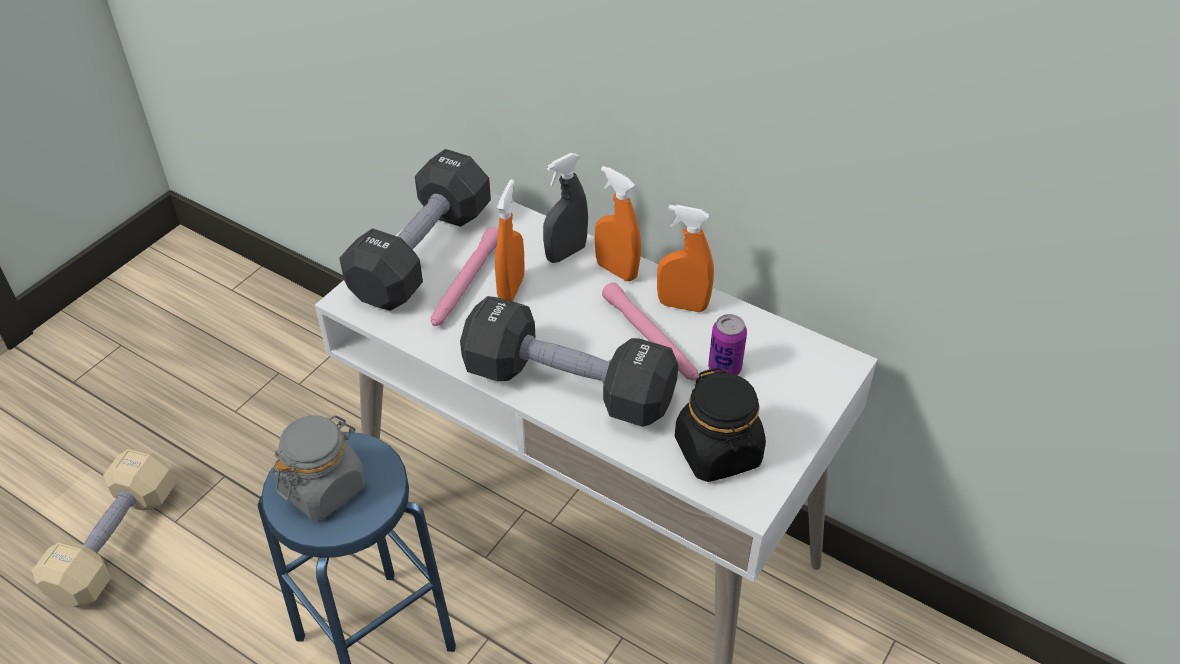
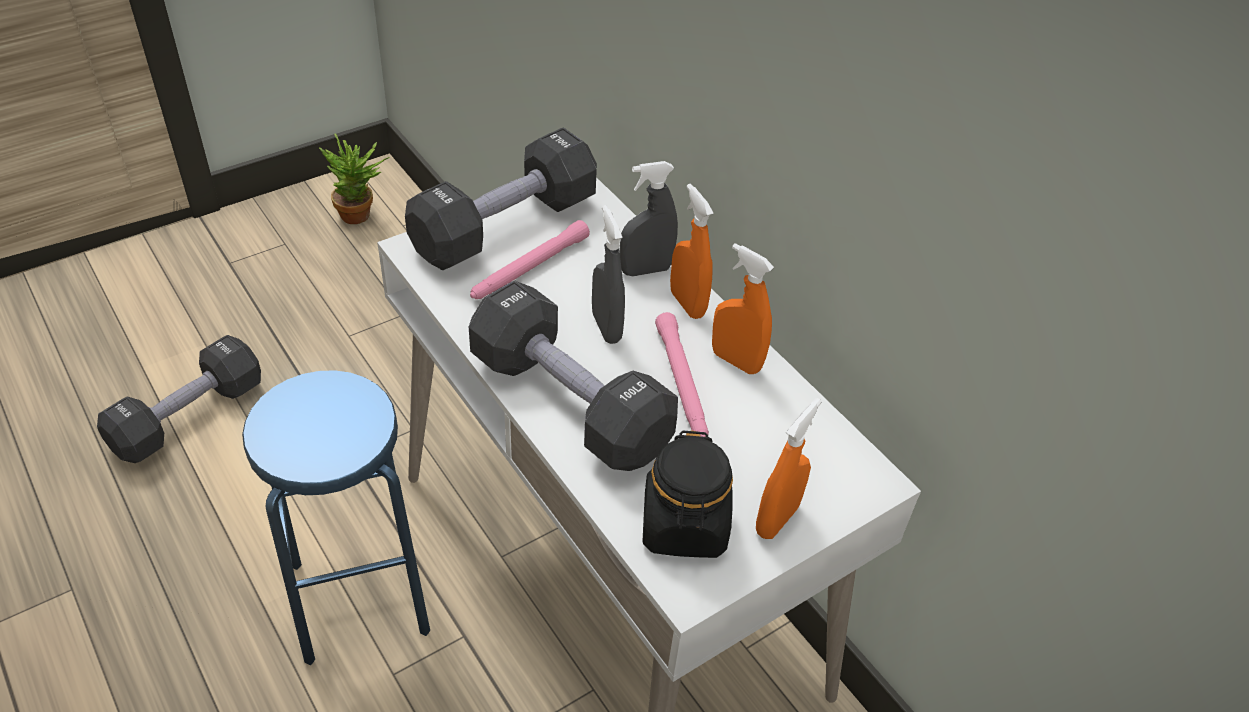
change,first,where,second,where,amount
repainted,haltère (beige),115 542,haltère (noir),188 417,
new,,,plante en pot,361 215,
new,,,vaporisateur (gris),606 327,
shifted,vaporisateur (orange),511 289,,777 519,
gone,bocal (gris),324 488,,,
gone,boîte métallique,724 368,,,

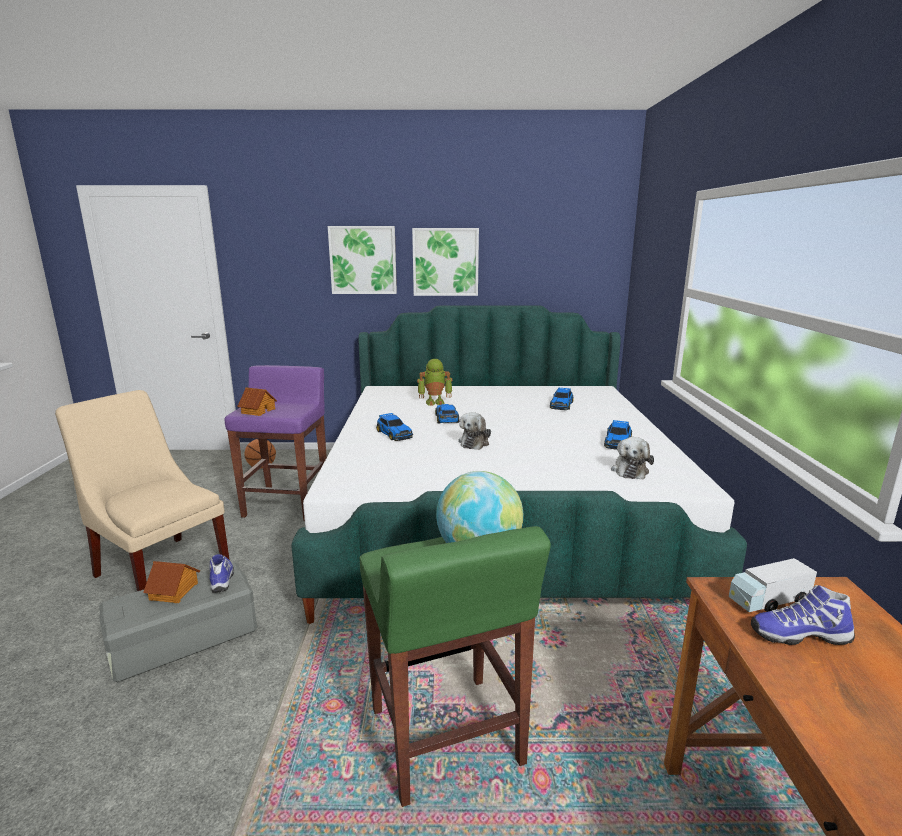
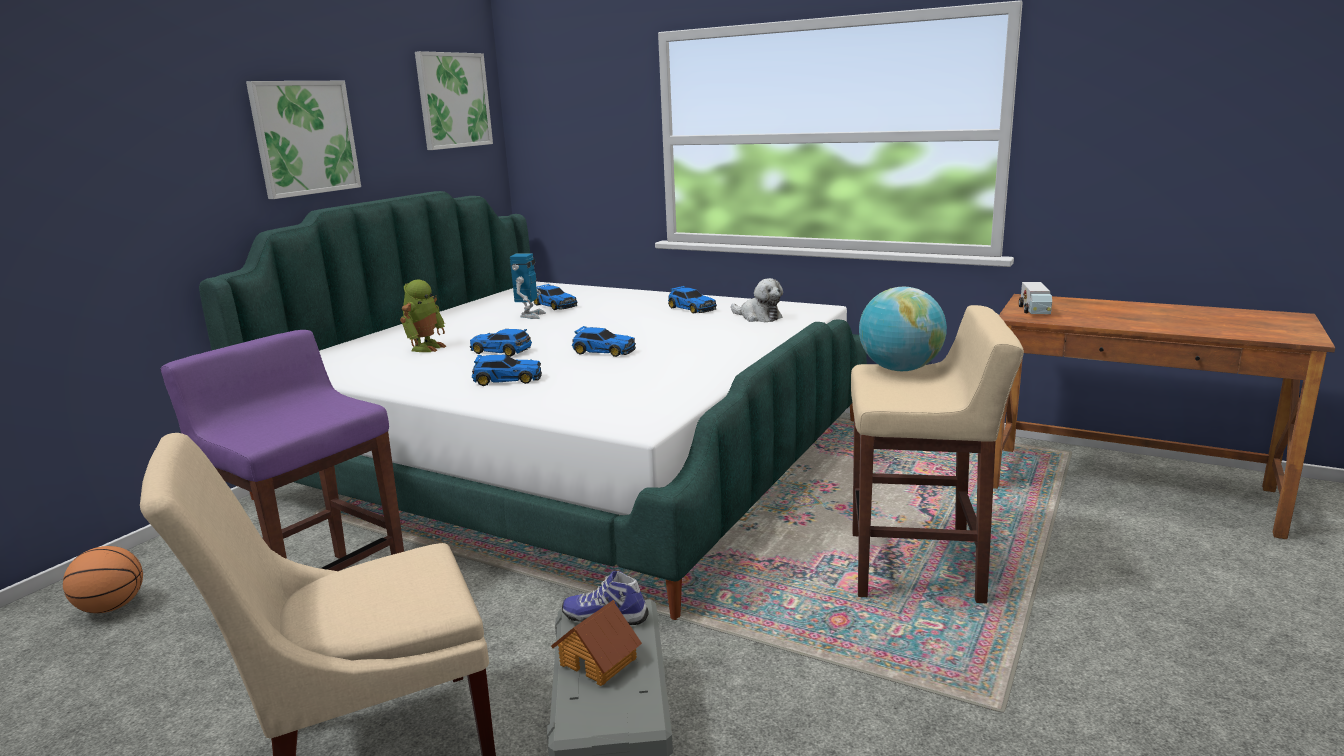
change,first,where,second,where,amount
shifted,tableau,363 260,,453 100,
new,,,robot jouet,530 316,
swapped,peluche,475 442,petite voiture,603 351,
repainted,tabouret (vert),446 738,tabouret (beige),917 567,
gone,maison miniature,258 411,,,
gone,chaussure,798 634,,,

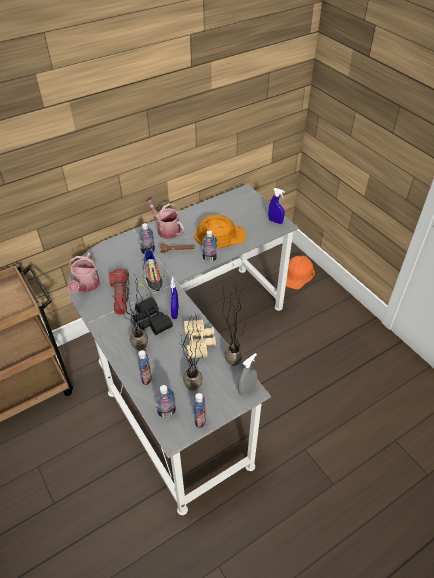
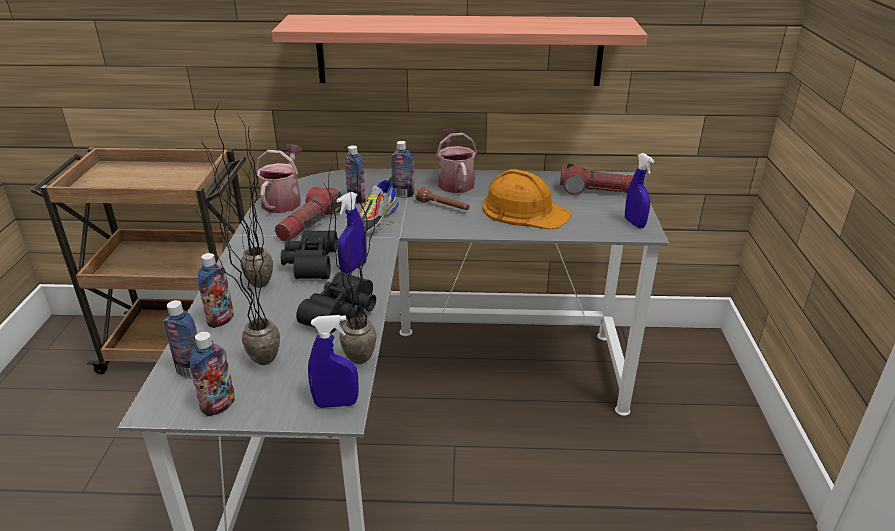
change,first,where,second,where,amount
rotated,arrosoir,86 286,,284 201,150 degrees clockwise
new,,,étagère,459 50,
repainted,jumelles (beige),200 342,jumelles (noir),344 313,
repainted,vaporisateur (gris),247 389,vaporisateur (bleu),336 403,
shifted,bouteille,209 258,,356 200,
new,,,lampe de poche,598 191,
gone,casque de chantier (orange),297 274,,,

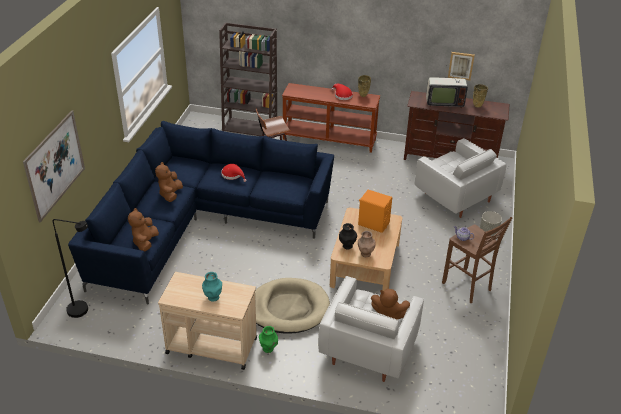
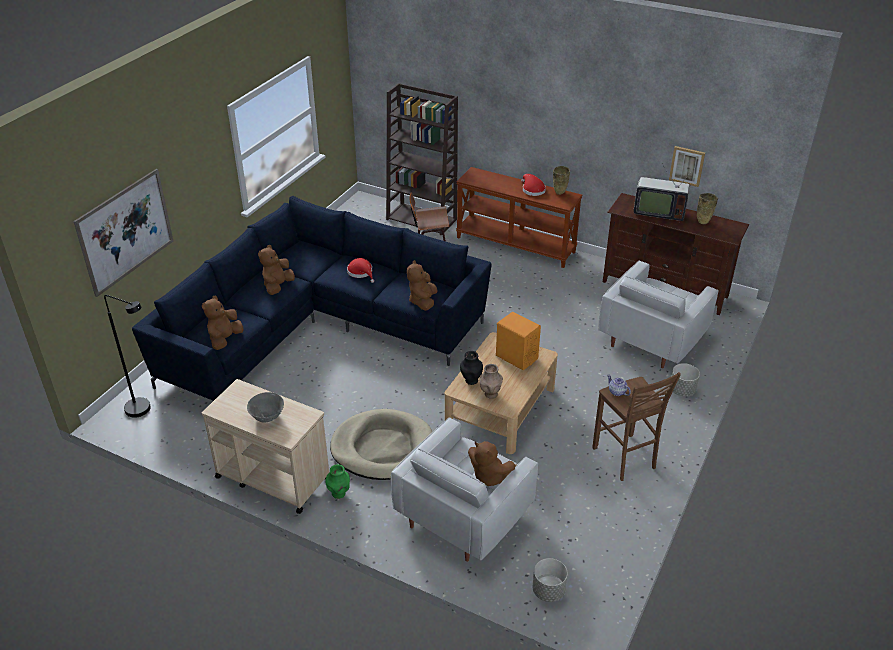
change,first,where,second,where,amount
swapped,vase (turquoise),213 297,bol (gris),267 417,
new,,,peluche (marron),423 301,
new,,,cache-pot (gris),548 591,
rotated,fauteuil (blanc),454 196,,653 338,60 degrees clockwise

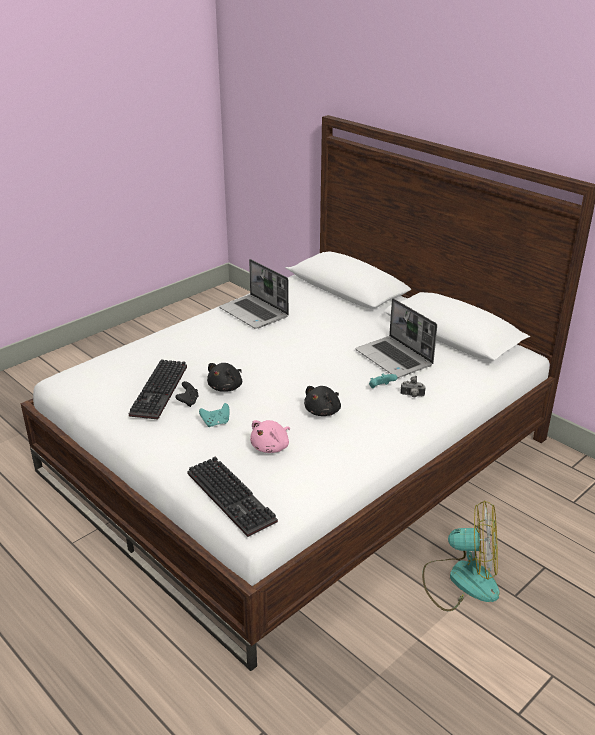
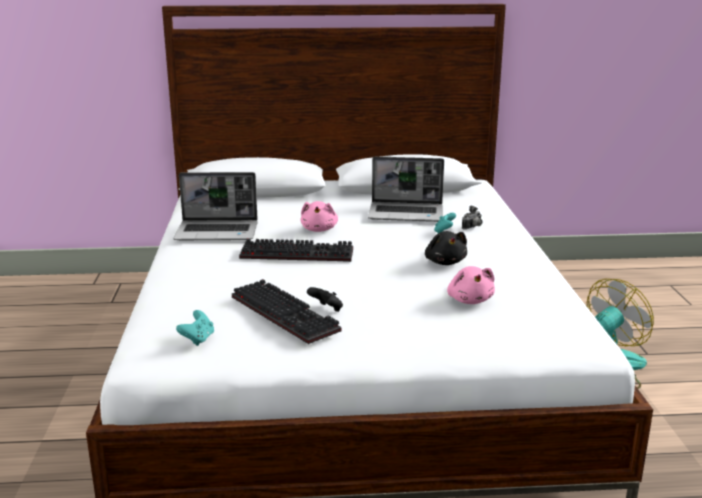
change,first,where,second,where,amount
shifted,manette (turquoise),216 423,,198 339,
shifted,clavier,234 497,,299 253,
new,,,peluche (rose),319 229,
gone,peluche (noir),226 387,,,

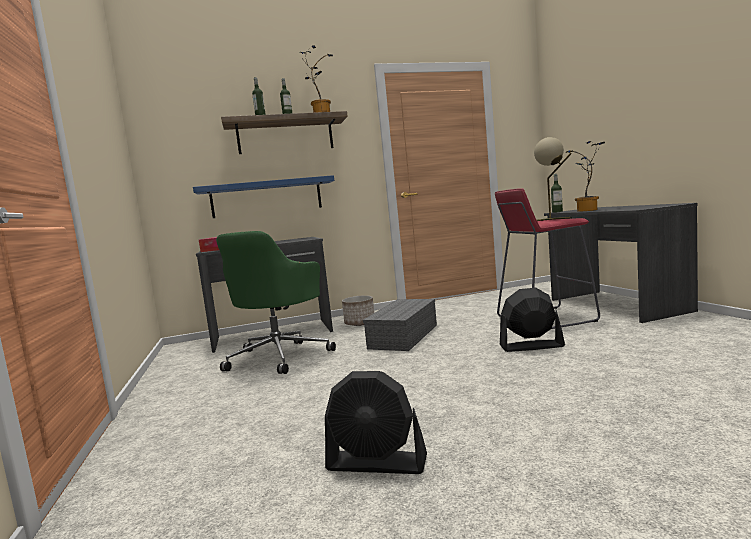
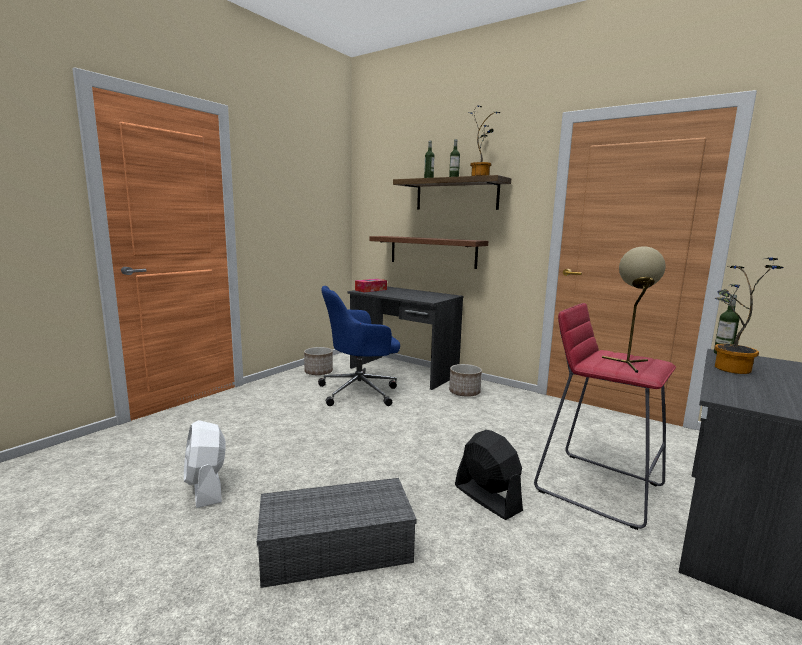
change,first,where,second,where,amount
repainted,ventilateur (noir),377 463,ventilateur (blanc),206 487,
shifted,boîte de rangement (gris),404 336,,334 550,
new,,,cache-pot,319 372,
repainted,chaise de bureau (vert),280 356,chaise de bureau (bleu),360 391,
repainted,étagère (bleu),266 198,étagère (marron),432 251,

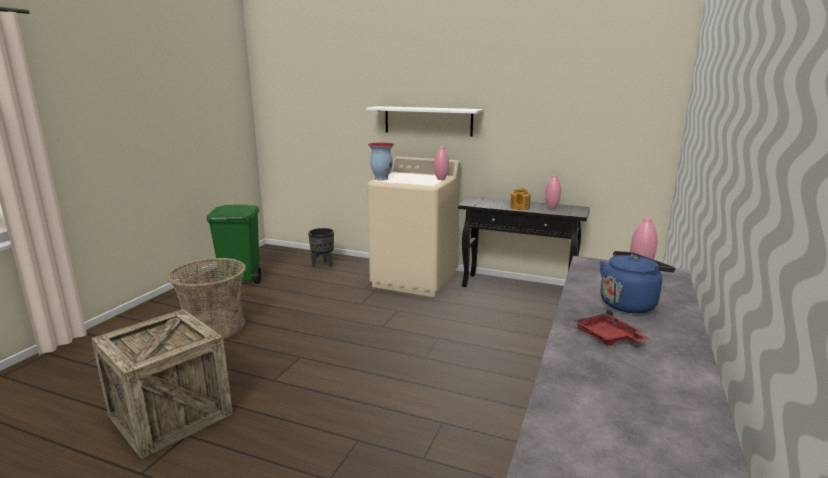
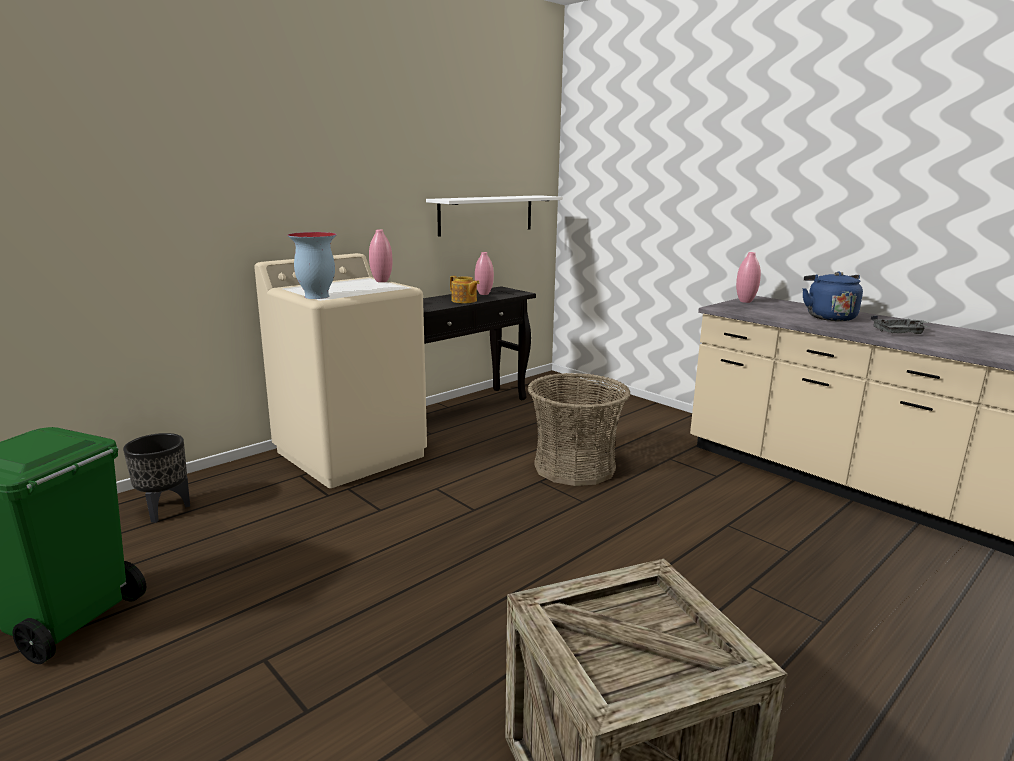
change,first,where,second,where,amount
shifted,étagère (blanc),428 121,,486 214,
shifted,panier,214 327,,575 467,
repainted,plateau (rouge),608 337,plateau (gris),900 332,

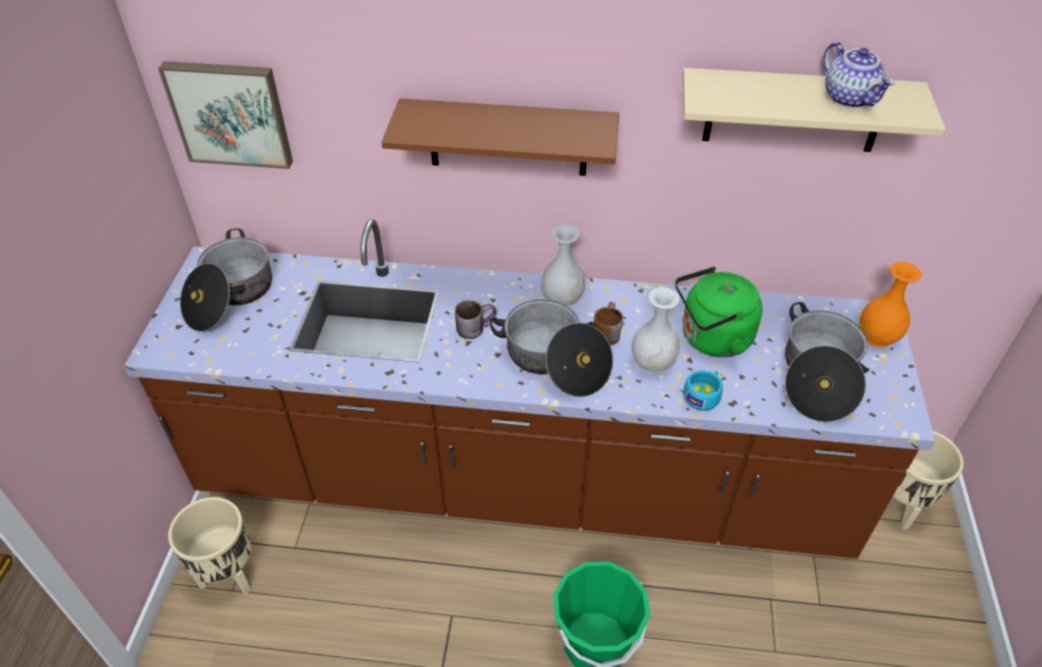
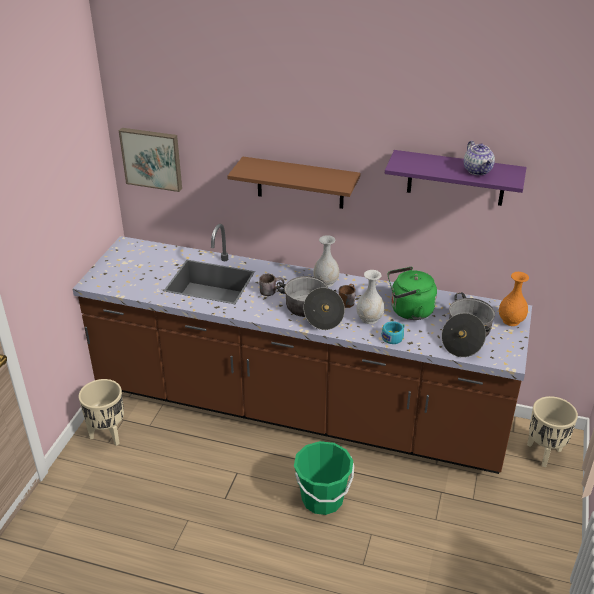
change,first,where,second,where,amount
repainted,étagère (beige),794 110,étagère (violet),456 178,
gone,marmite,230 296,,,

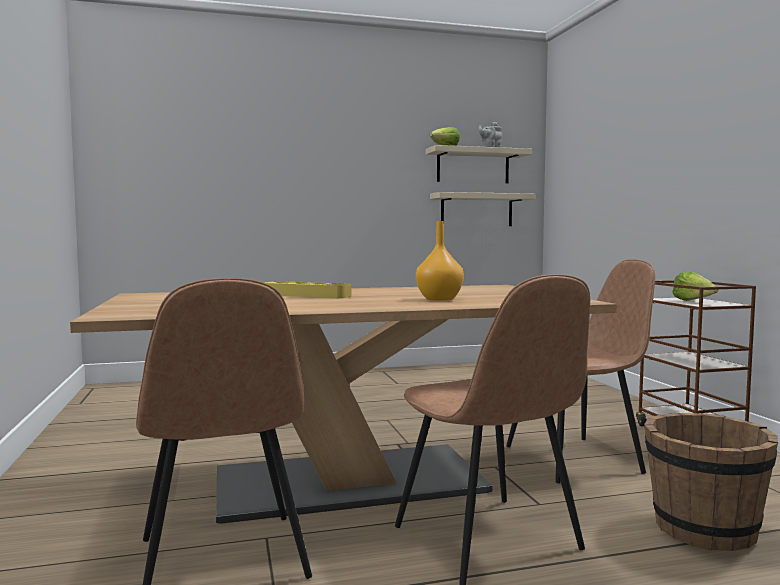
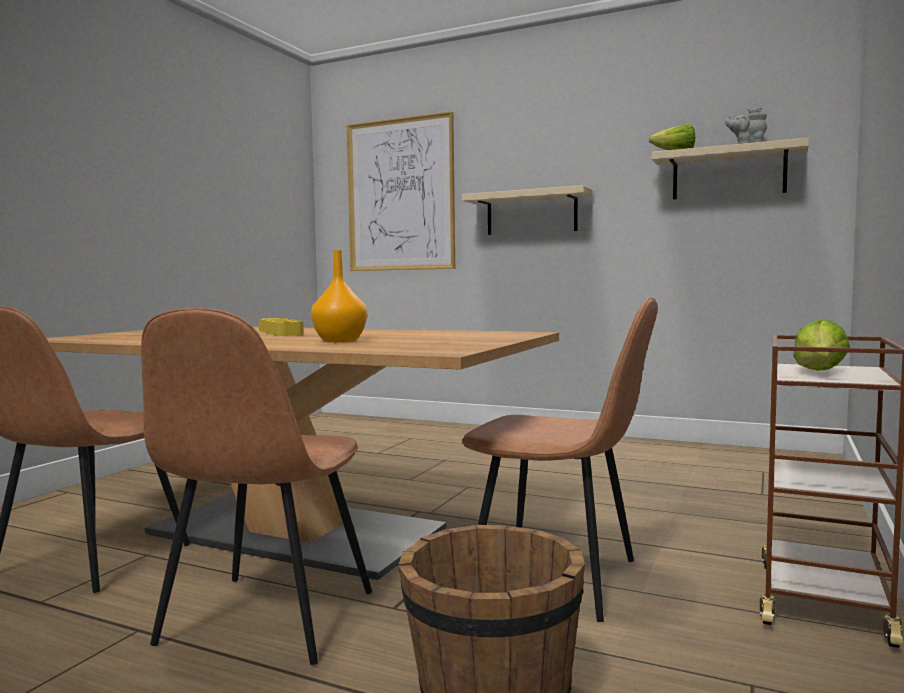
change,first,where,second,where,amount
new,,,tableau,400 195,
shifted,étagère (beige),476 210,,531 213,

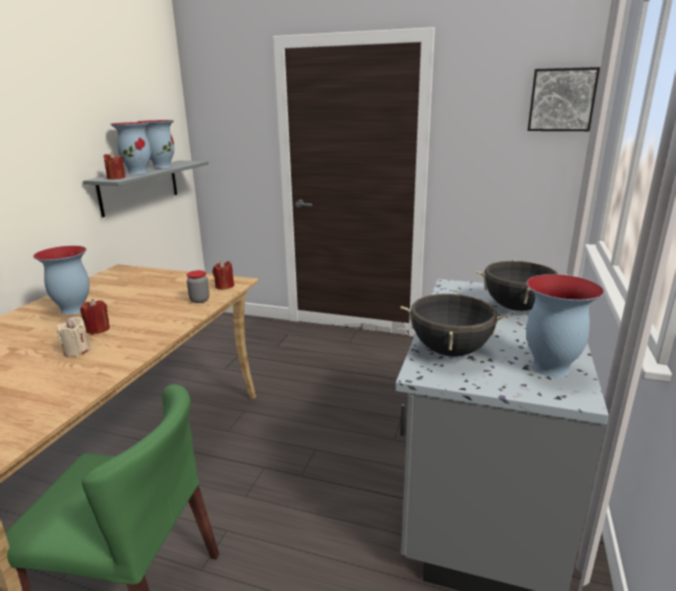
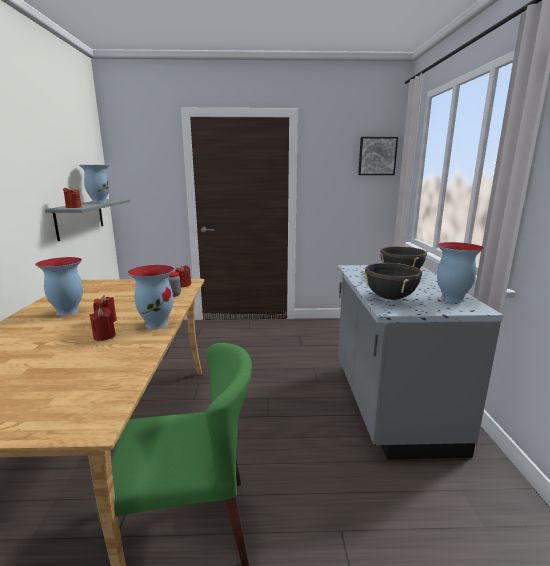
change,first,where,second,where,amount
repainted,bougie (beige),77 351,bougie (rouge),104 336,
shifted,vase,138 173,,157 324,

